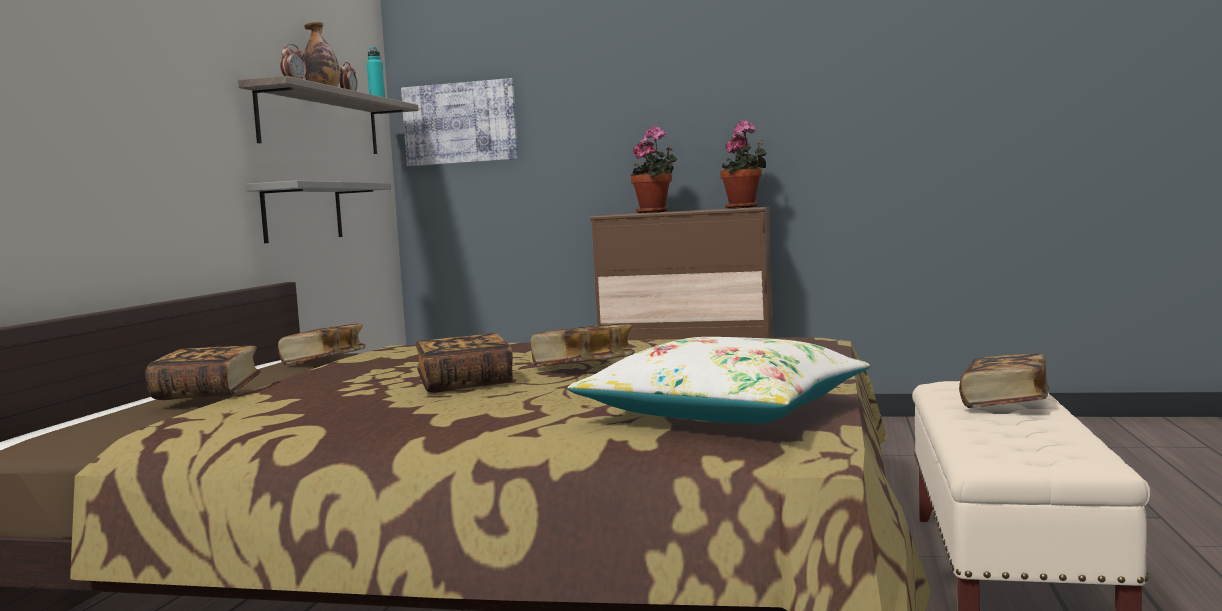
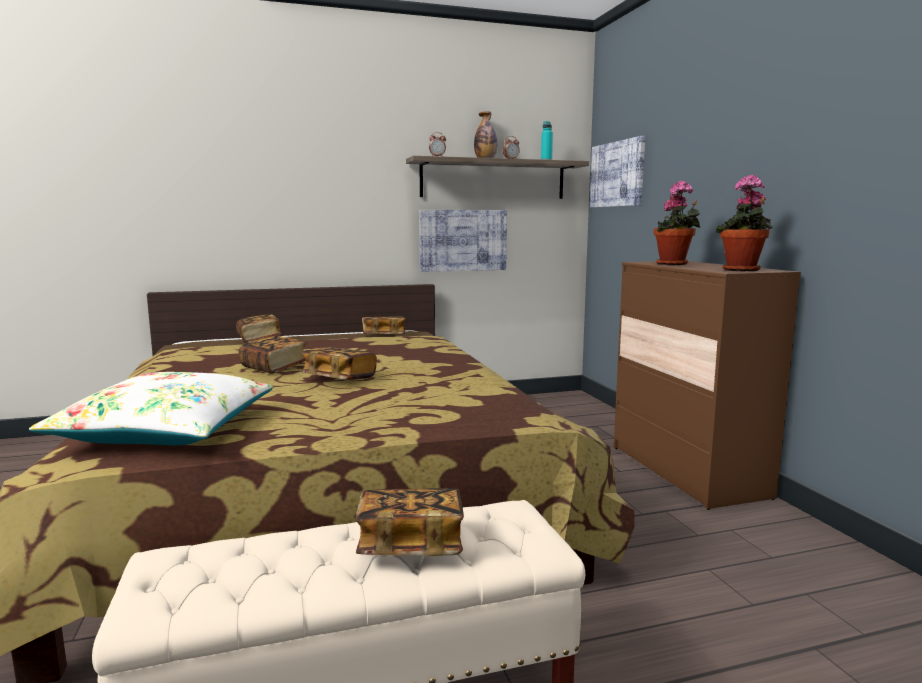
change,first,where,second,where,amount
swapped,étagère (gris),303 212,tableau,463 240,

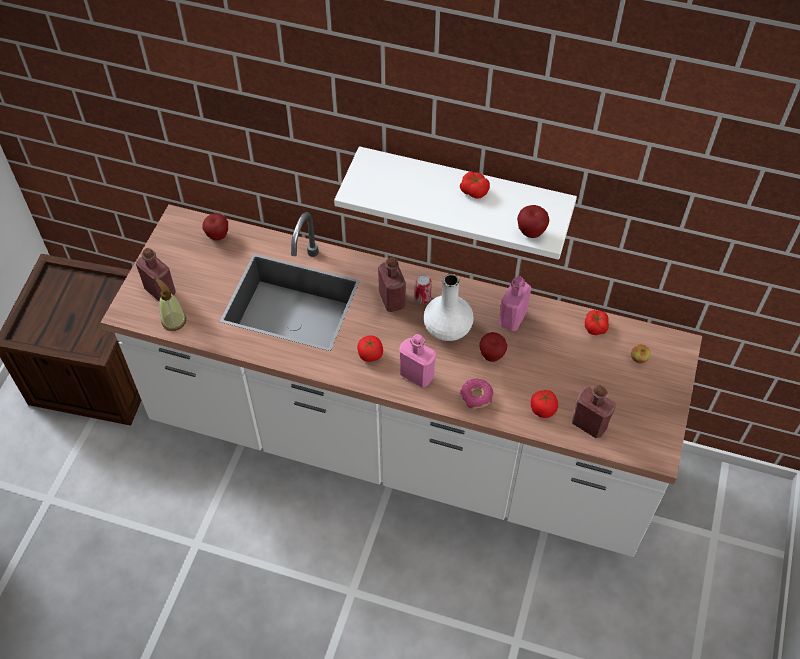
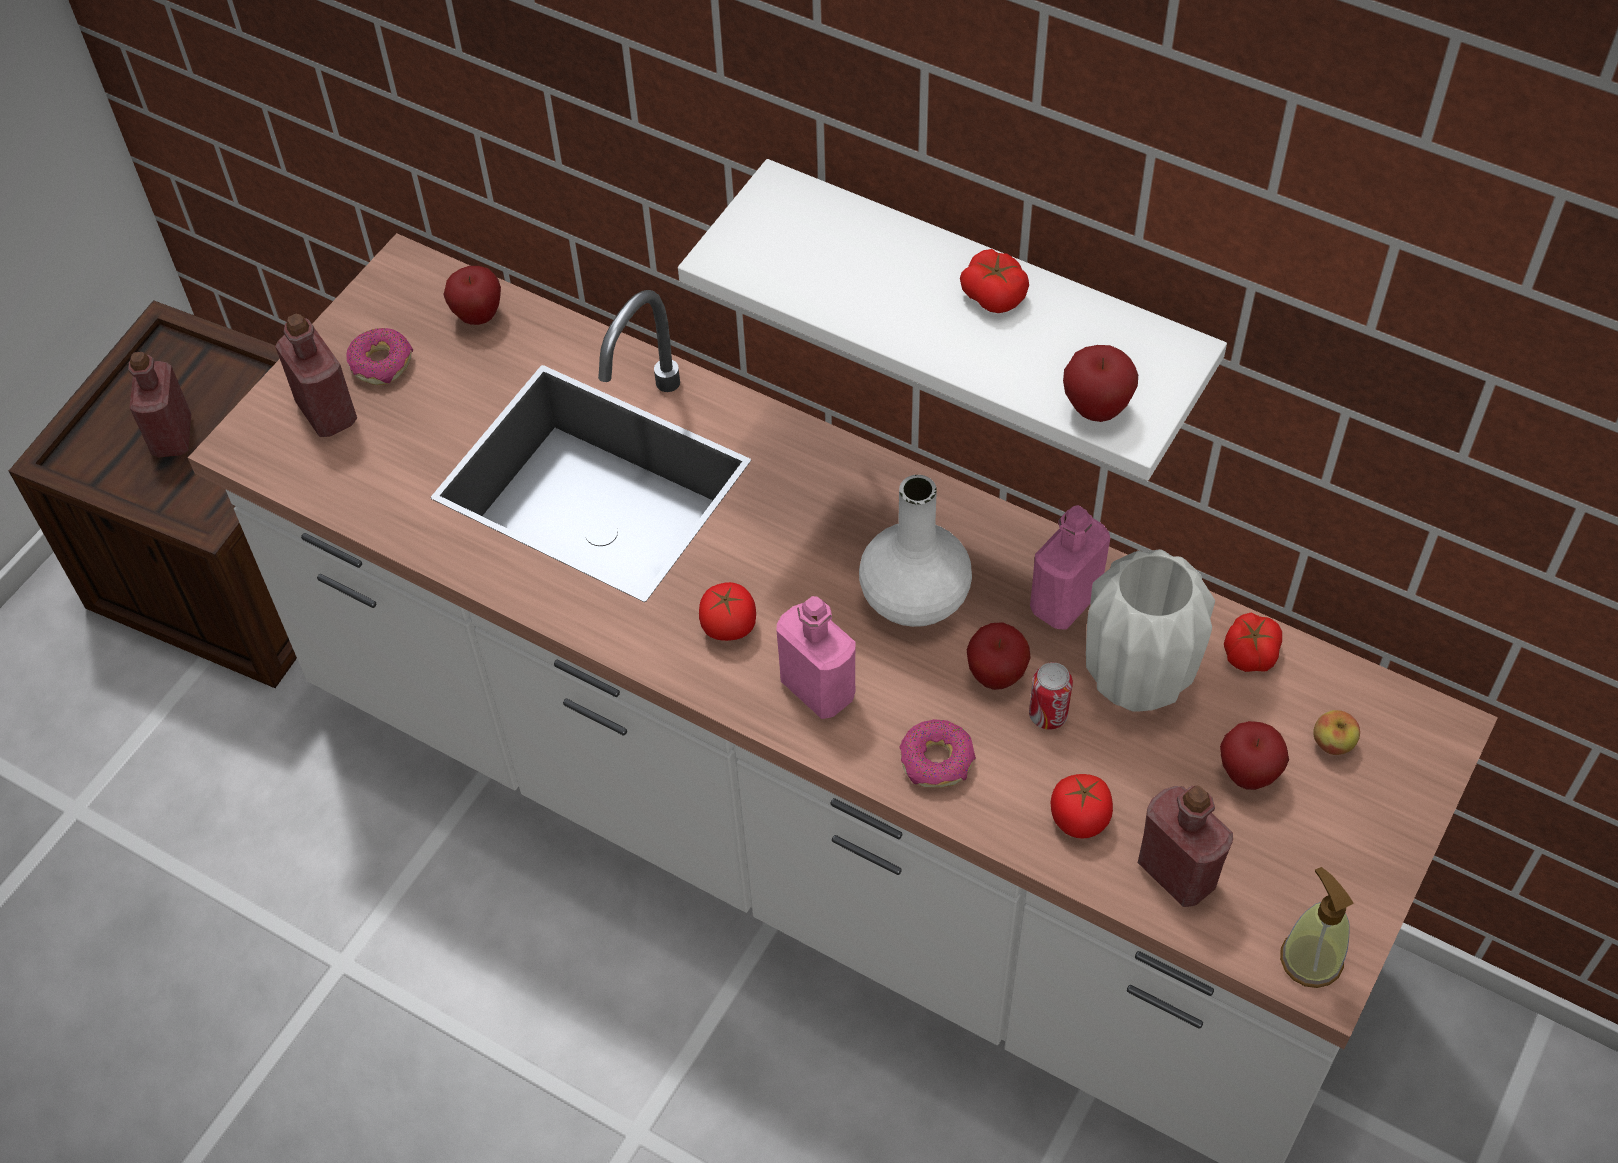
change,first,where,second,where,amount
shifted,bouteille (rouge),392 300,,172 436,
new,,,beignet,382 363,
shifted,boîte métallique,422 298,,1048 715,
new,,,vase (blanc),1137 681,
new,,,pomme,1248 774,
shifted,distributeur de savon,174 321,,1310 959,

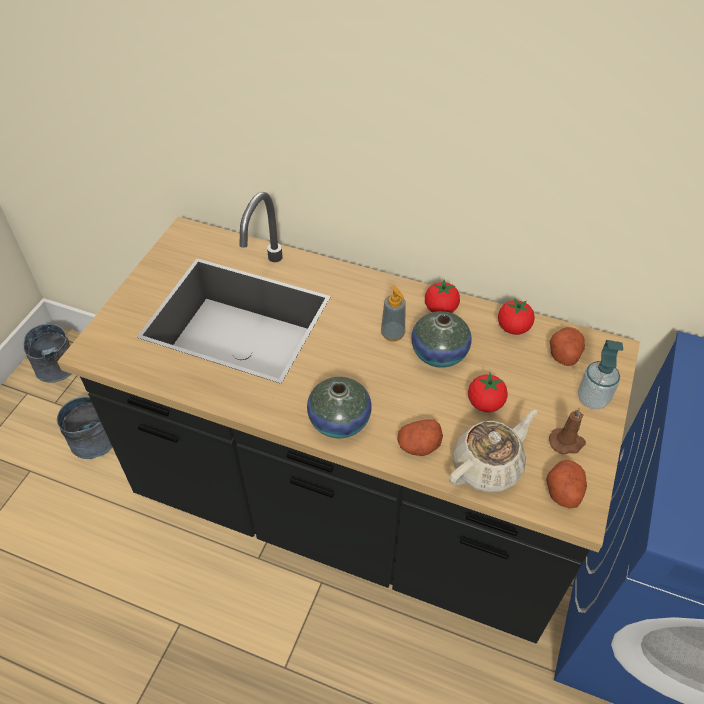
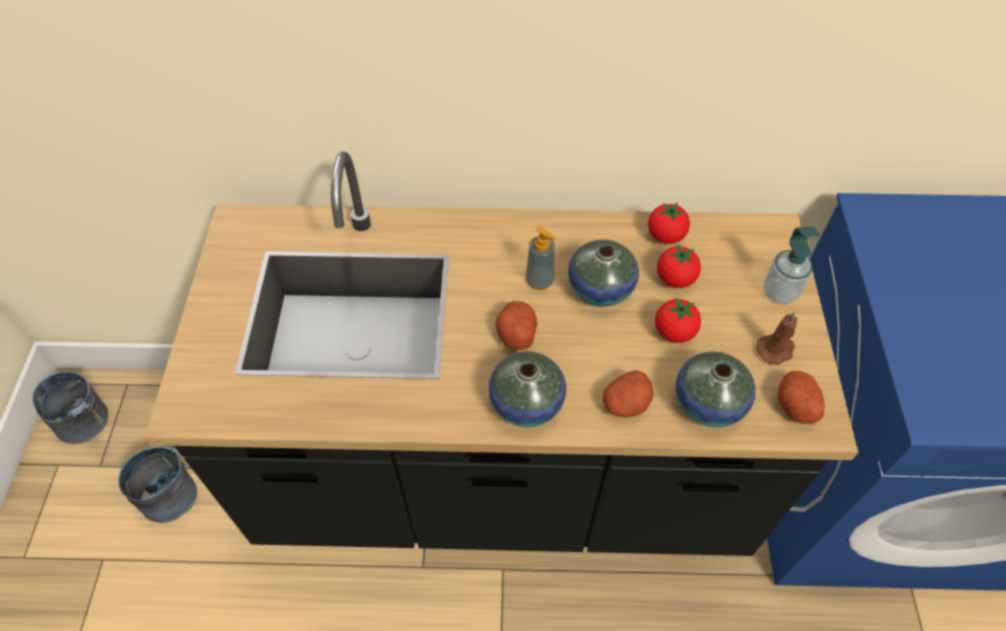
change,first,where,second,where,amount
shifted,pomme de terre,564 353,,516 333,
shifted,tomate,440 309,,675 279,
swapped,théière (beige),488 466,vase,708 403,

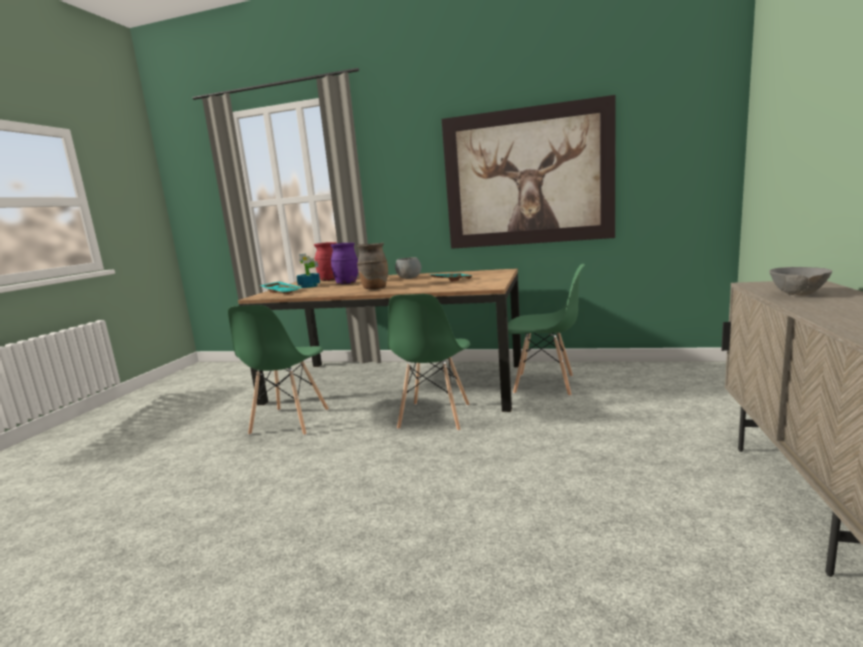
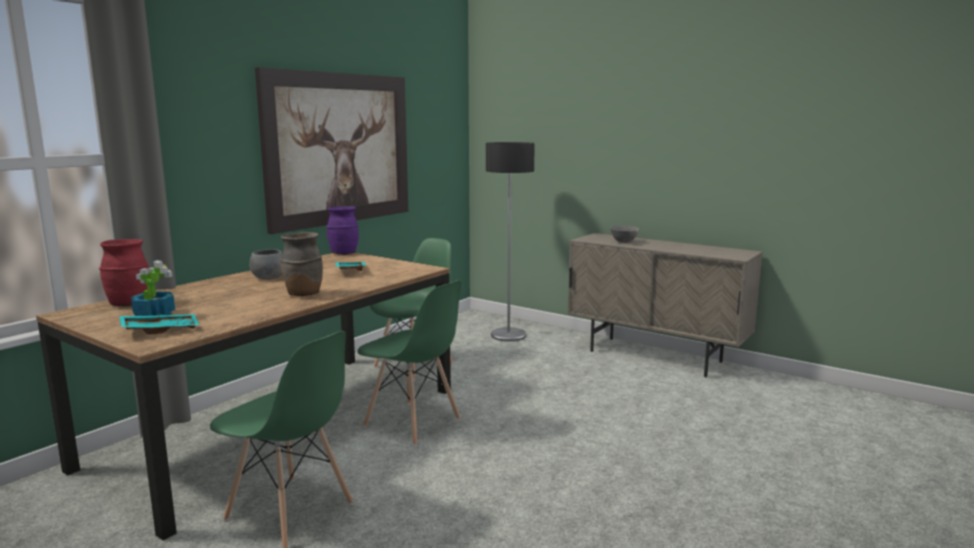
change,first,where,second,where,amount
shifted,vase (violet),347 283,,343 253,
new,,,lampadaire,509 335,

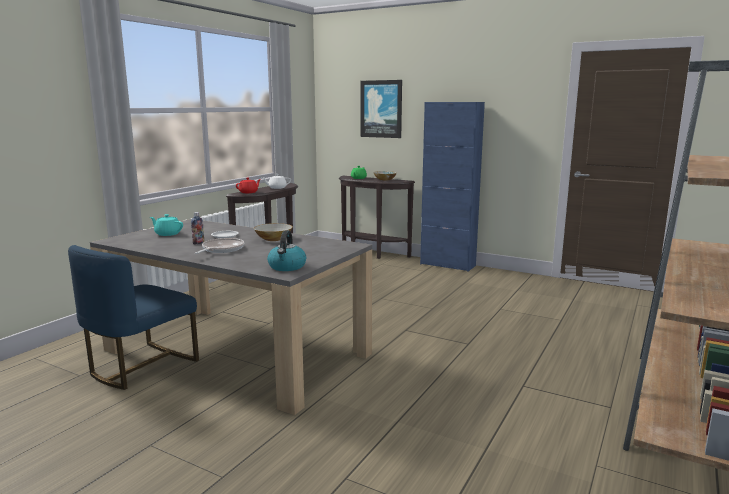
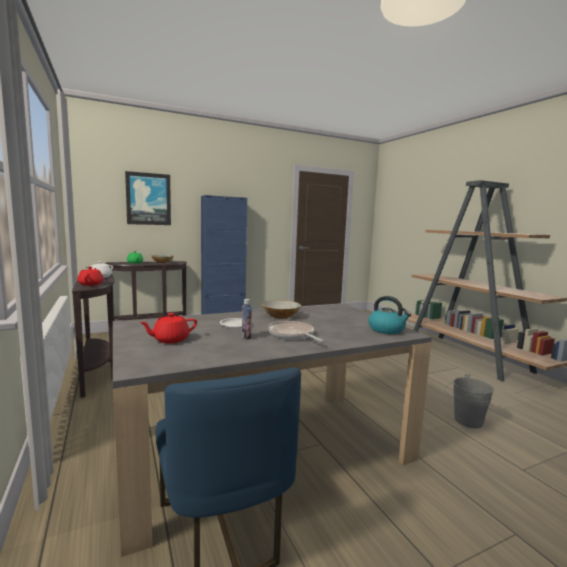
change,first,where,second,where,amount
repainted,théière (turquoise),167 234,théière (rouge),170 340,
new,,,seau (gris),465 420,

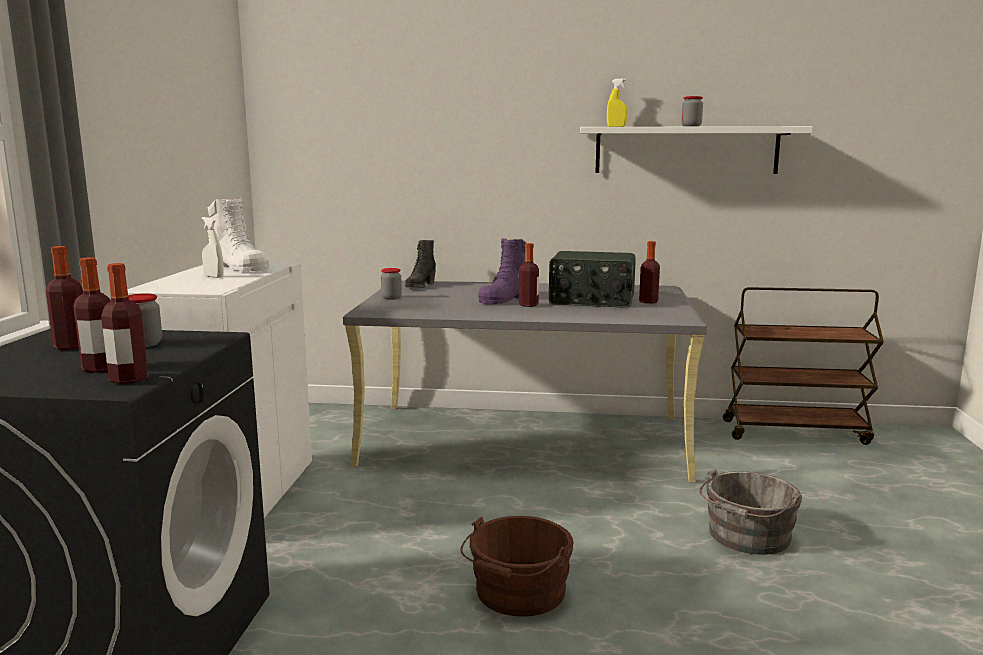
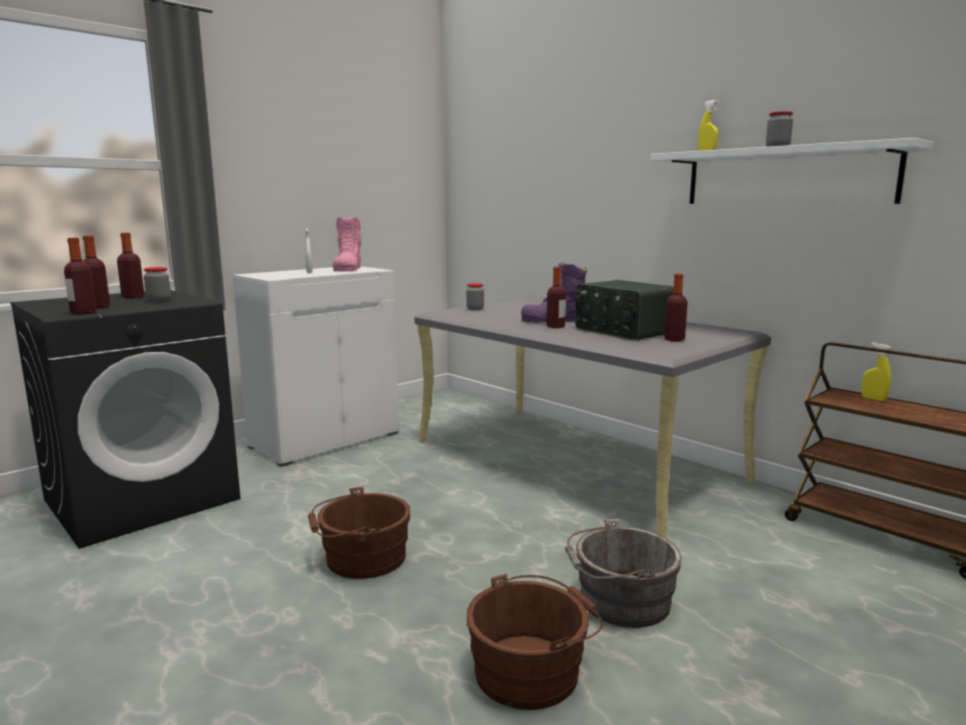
change,first,where,second,where,amount
repainted,botte (blanc),239 267,botte (rose),348 269,
new,,,seau (marron),532 670,
new,,,vaporisateur (jaune),873 399,
gone,botte (noir),420 286,,,

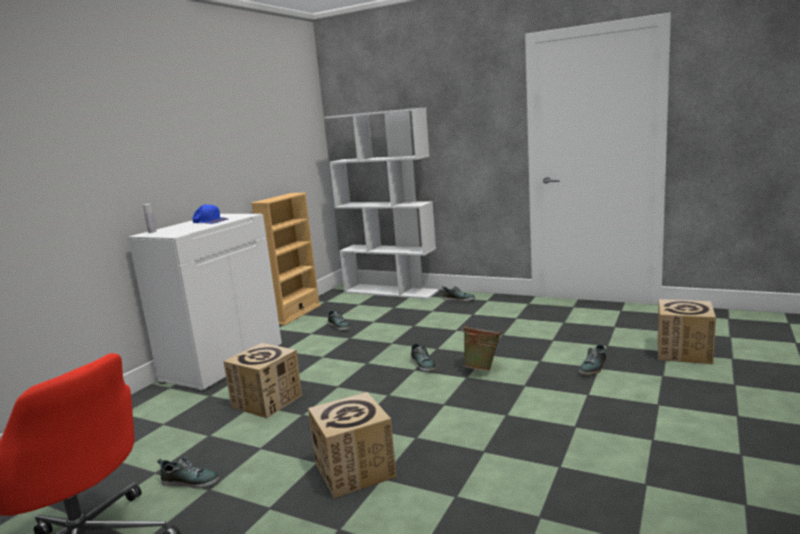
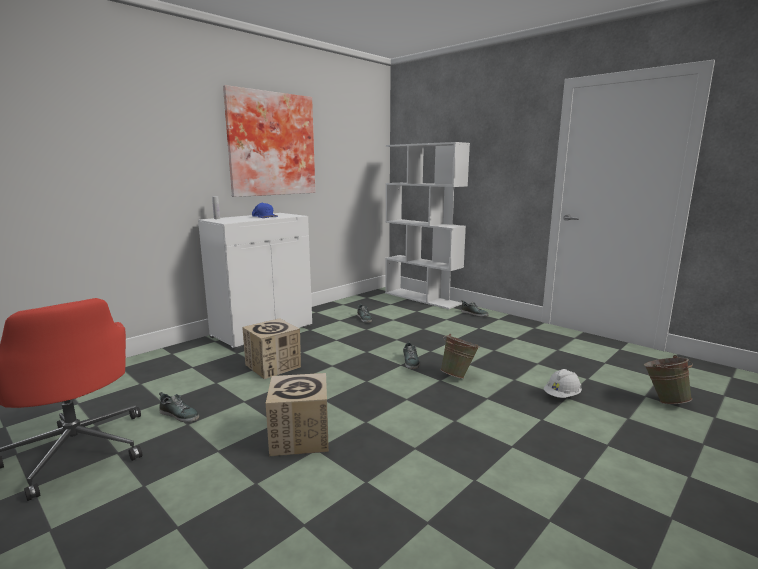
change,first,where,second,where,amount
new,,,tableau,270 144,
swapped,chaussure,593 367,casque de chantier (blanc),562 396,
swapped,carton,683 352,seau (vert),663 400,
gone,bibliothèque (beige),295 314,,,

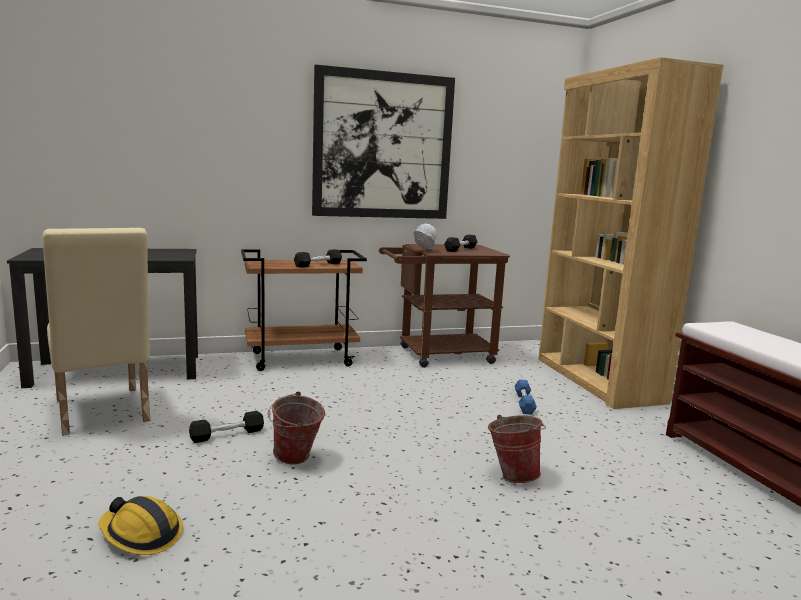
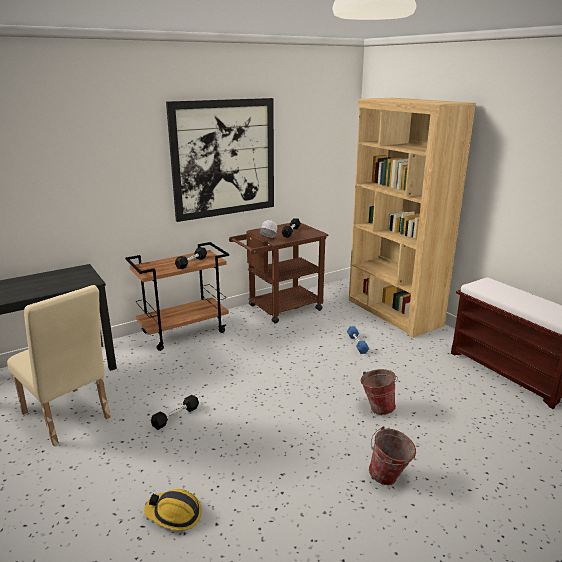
change,first,where,second,where,amount
shifted,seau,295 460,,389 479,

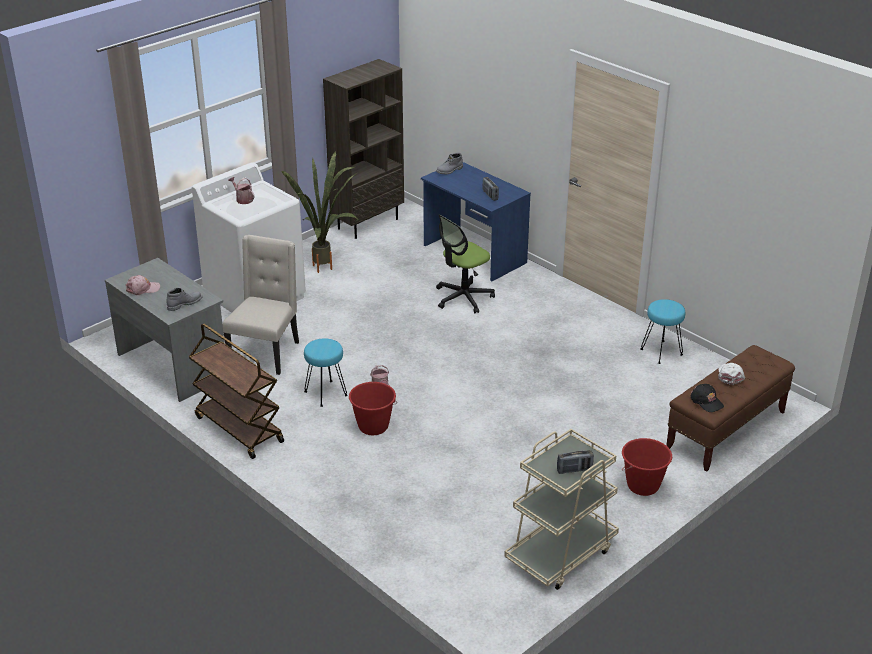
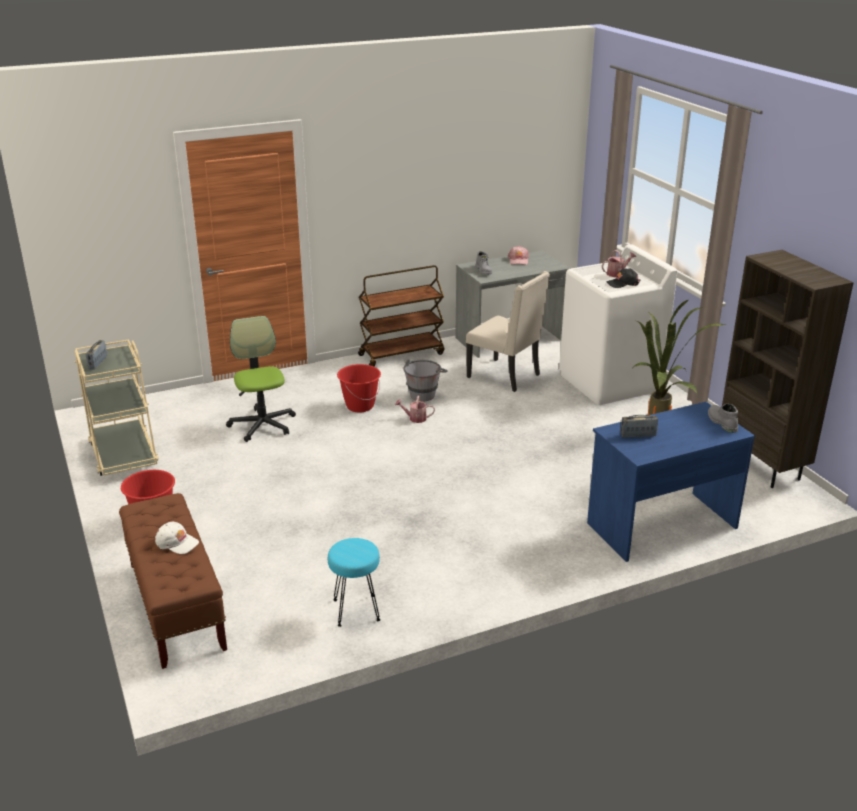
change,first,where,second,where,amount
shifted,chaise de bureau,463 297,,262 425,
swapped,tabouret (turquoise),325 393,seau (gris),424 393,
shifted,casquette (noir),706 401,,623 283,

